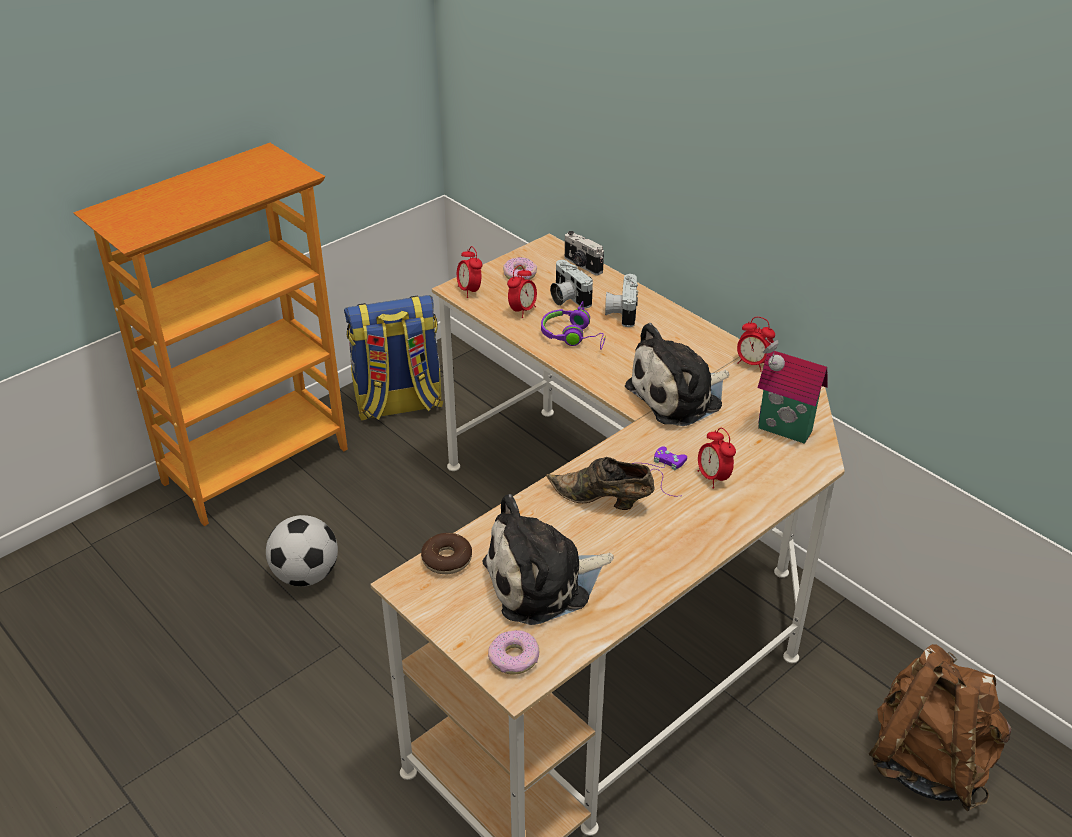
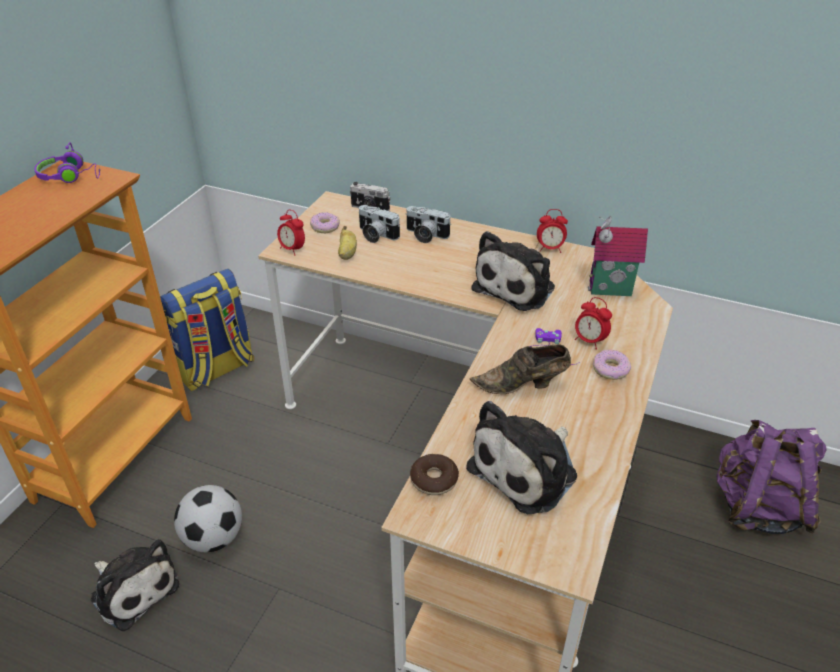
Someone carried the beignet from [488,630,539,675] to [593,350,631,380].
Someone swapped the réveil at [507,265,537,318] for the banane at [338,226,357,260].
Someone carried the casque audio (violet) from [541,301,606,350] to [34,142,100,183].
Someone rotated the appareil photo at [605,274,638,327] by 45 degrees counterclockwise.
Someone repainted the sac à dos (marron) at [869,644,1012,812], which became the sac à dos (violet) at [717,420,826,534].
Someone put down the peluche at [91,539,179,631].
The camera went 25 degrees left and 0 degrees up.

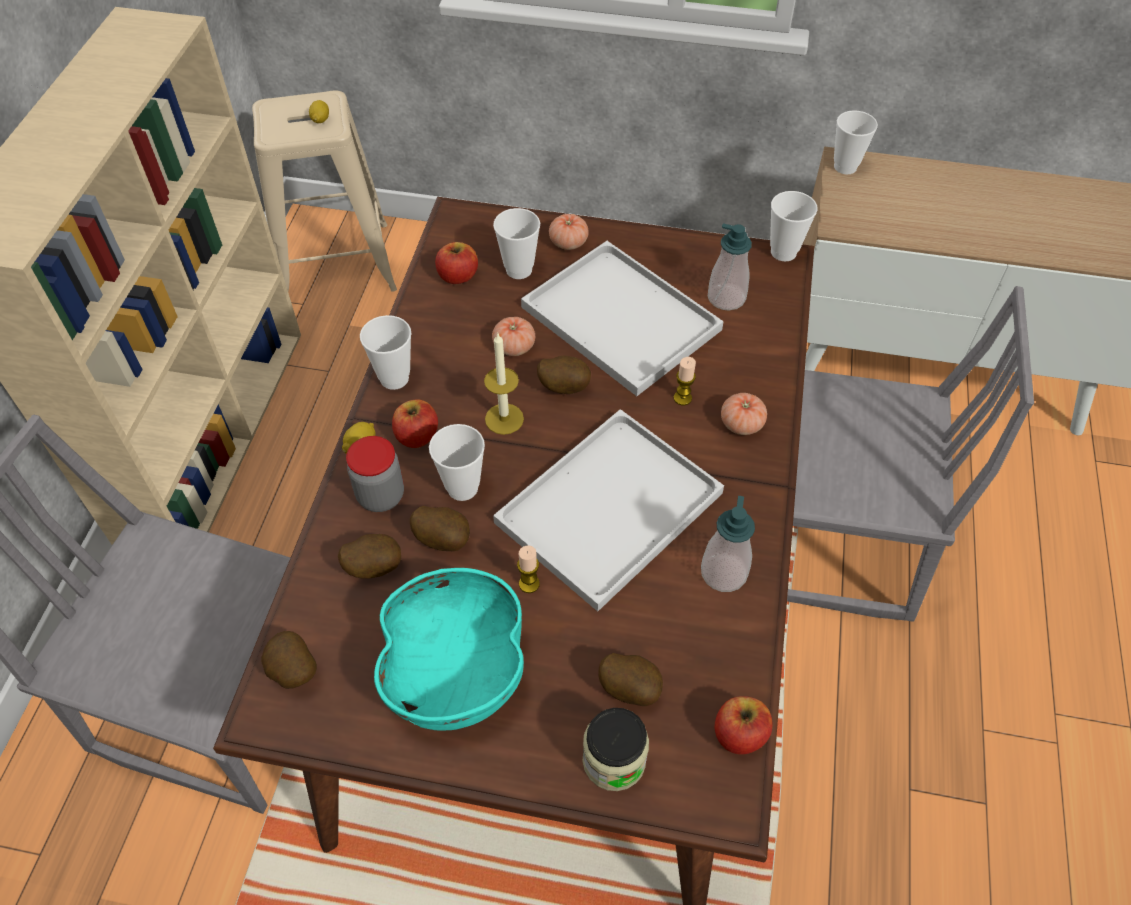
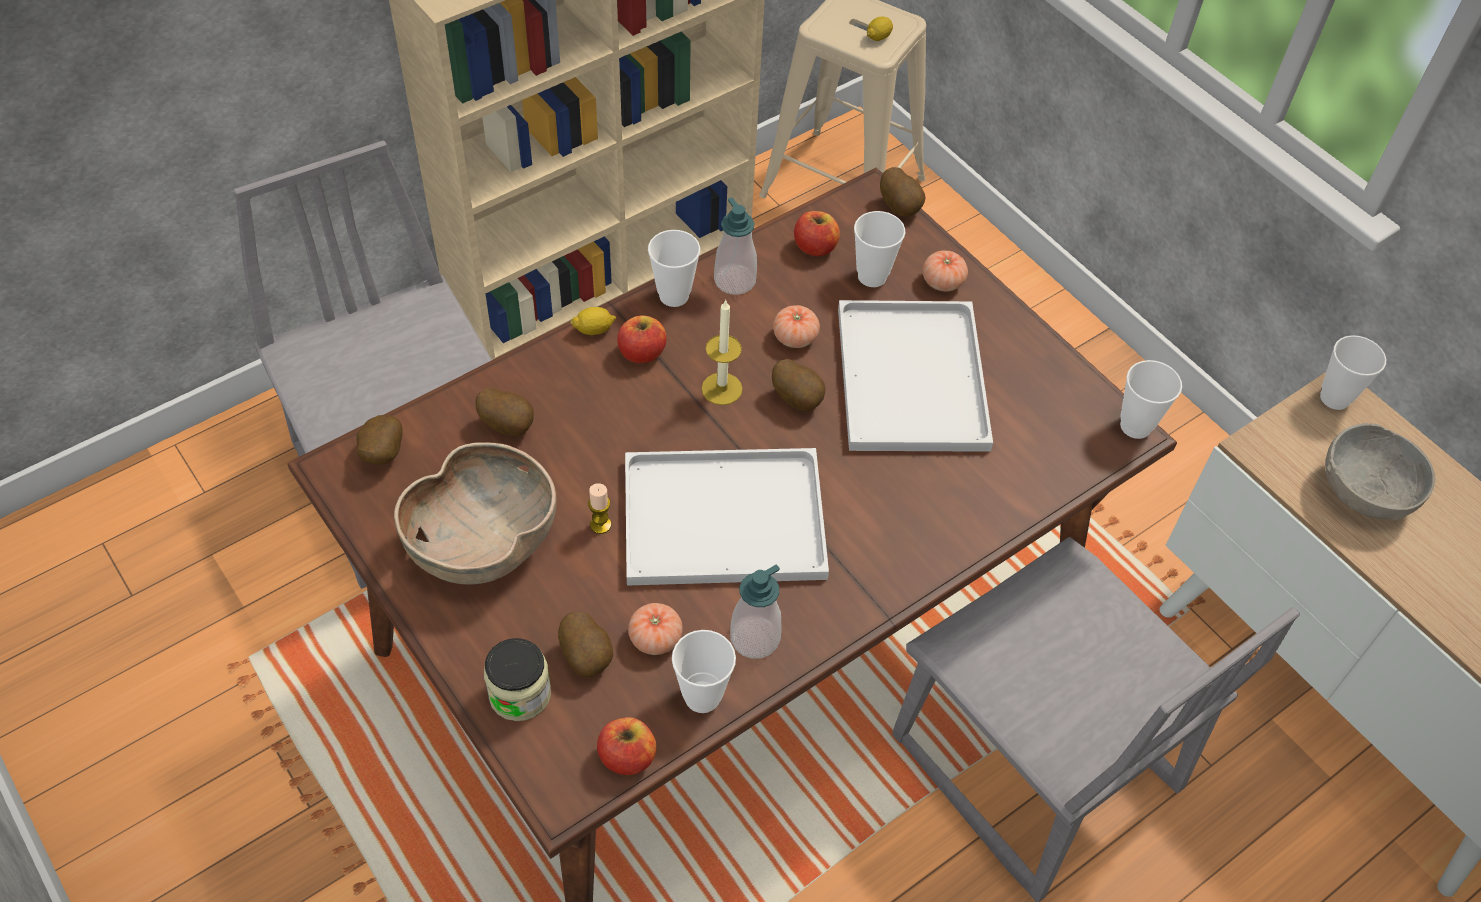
Someone took away the bocal at [346,436,404,512].
Someone repainted the bol (turquoise) at [374,568,524,731], which became the bol (marron) at [394,442,556,585].
Someone carried the pomme de terre from [410,506,470,551] to [880,167,925,217].
Someone carried the tasse from [429,424,485,501] to [672,630,736,713].
Someone took away the bougie at [674,357,696,405].
Someone carried the distributeur de savon from [708,223,752,310] to [714,197,757,295].
Someone carried the tomate from [721,393,767,435] to [628,603,683,655].
Someone put down the bol (gris) at [1325,423,1436,520].
The camera went 40 degrees right and 0 degrees up.

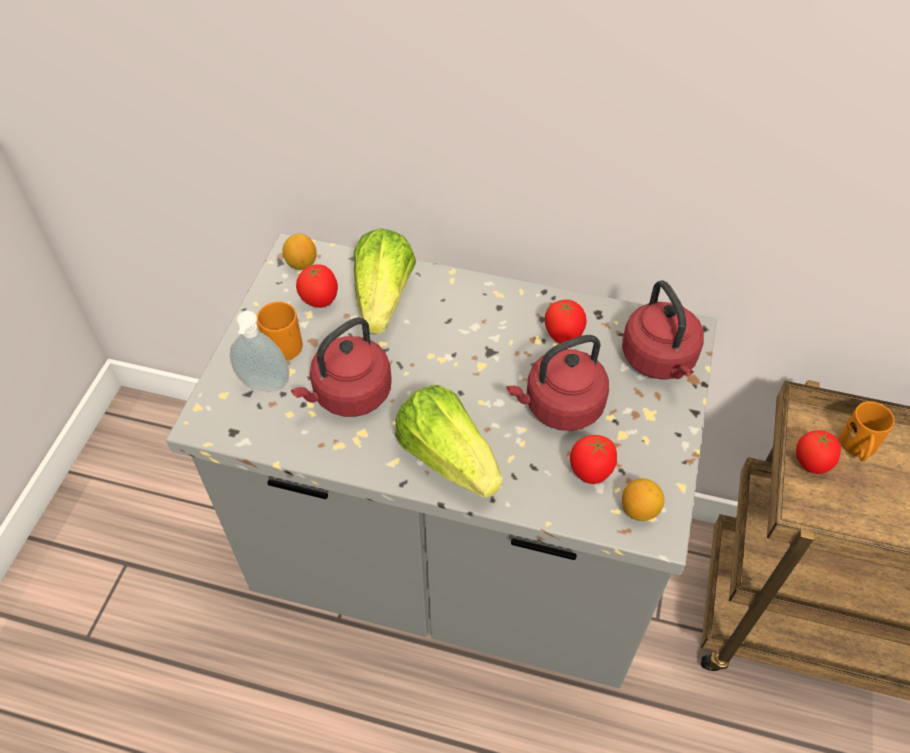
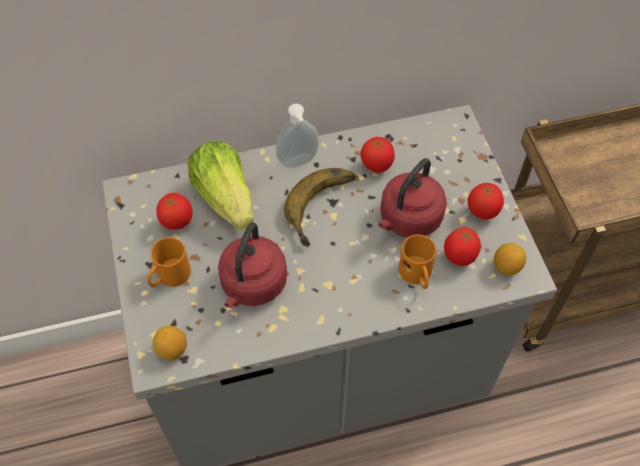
Someone carried the distributeur de savon from [230,311,290,391] to [276,104,319,168].
Someone carried the citron from [282,234,317,270] to [153,326,187,360].
Someone took away the laitue at [395,385,502,498].
Someone took away the bouilloire (rouge) at [622,280,704,380].
Someone carried the tomate from [796,430,841,474] to [468,183,504,220].
Someone carried the mug (orange) from [840,401,895,461] to [399,234,436,289].
Someone put down the banane at [284,168,355,247].
The camera went 30 degrees left and 5 degrees up.

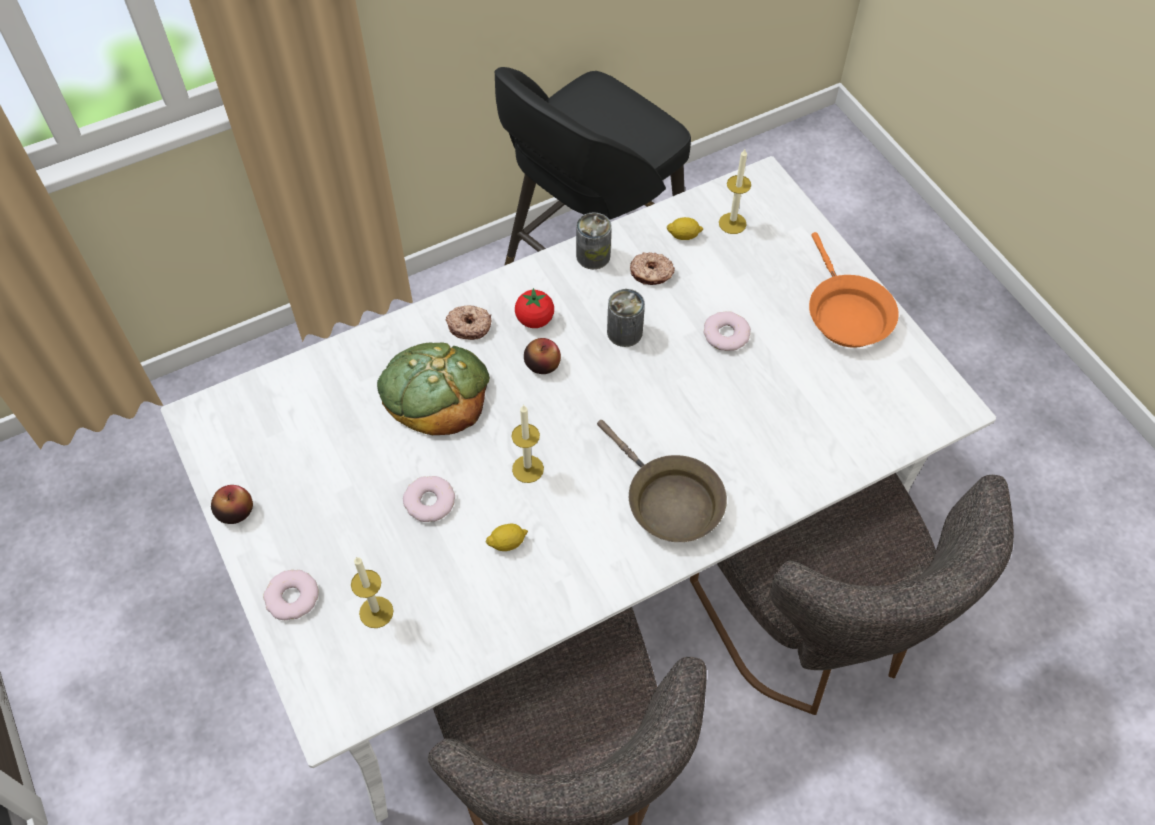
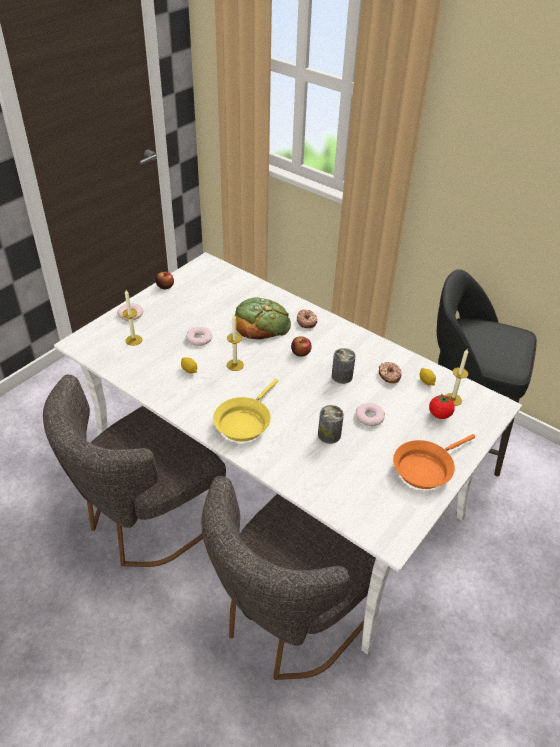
Someone carried the tomate from [515,288,554,328] to [429,393,455,419].
Someone carried the boîte métallique from [576,212,612,269] to [318,405,344,444].
Someone repainted the poêle (marron) at [597,420,727,542], which became the poêle (jaune) at [213,379,278,442].
The camera went 65 degrees right and 15 degrees down.

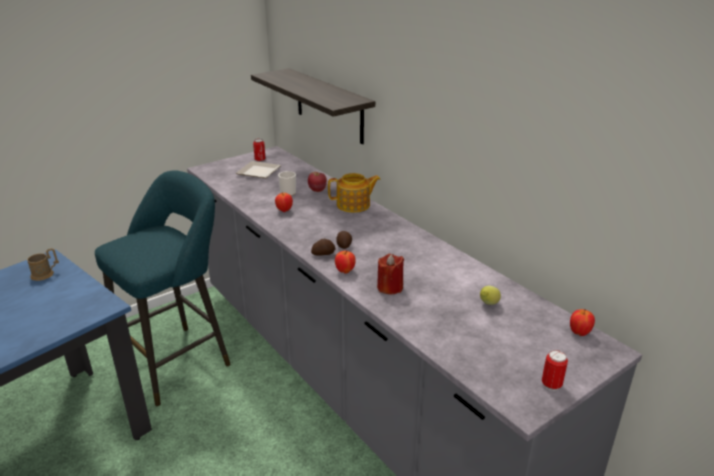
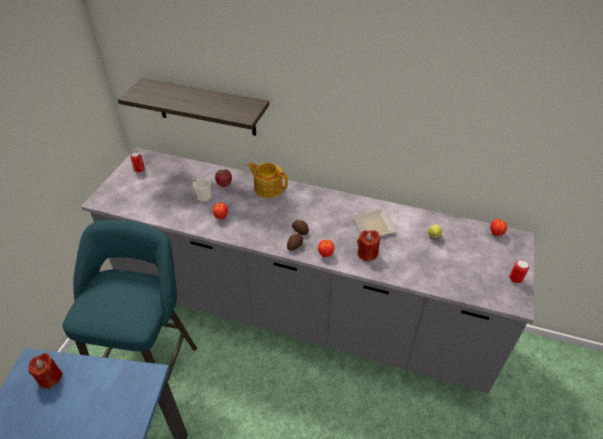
Someone swapped the mug (marron) at [27,248,59,281] for the bougie (rouge) at [28,353,63,389].
Someone carried the assiette from [236,161,281,178] to [352,209,397,236].
Someone rotated the théière at [328,173,381,213] by 105 degrees counterclockwise.
The camera went 35 degrees left and 15 degrees up.

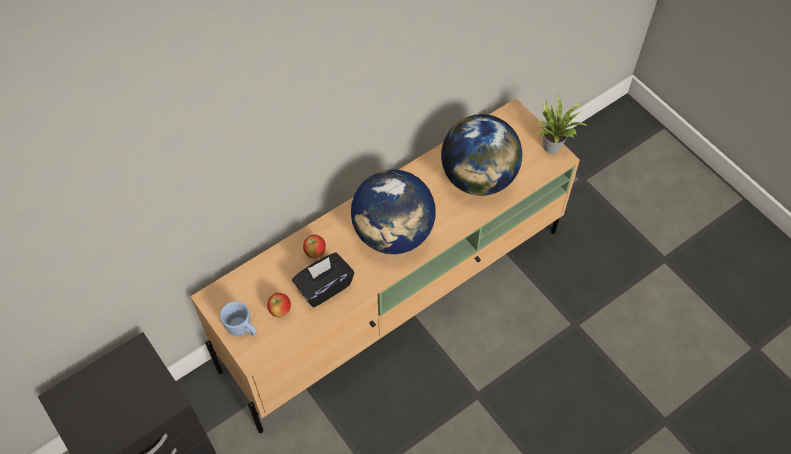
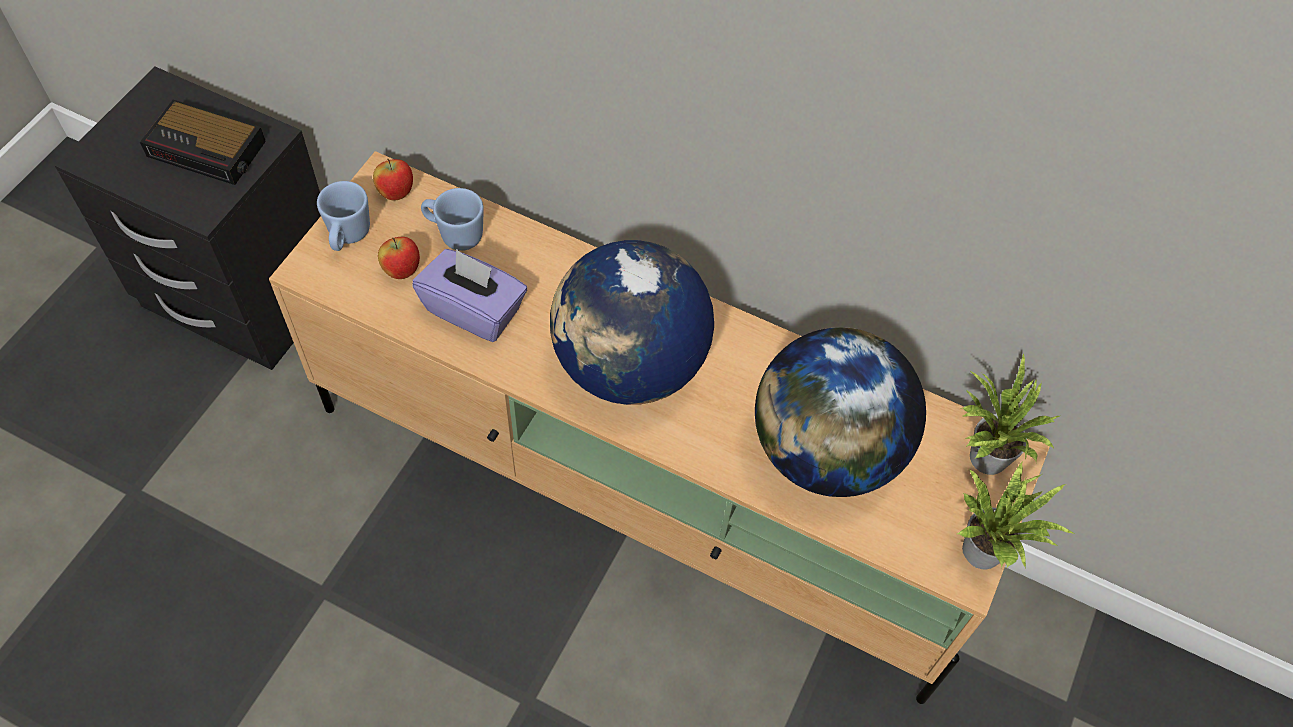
Someone repainted the boîte à mouchoirs (noir) at [292,253,354,307], which became the boîte à mouchoirs (violet) at [412,249,527,342].
Someone carried the pomme from [303,234,326,258] to [373,159,413,201].
Someone put down the réveil at [140,100,266,185].
Someone put down the mug (bleu) at [421,188,484,251].
Someone put down the plante en pot at [963,353,1059,475].
The camera went 60 degrees right and 0 degrees up.

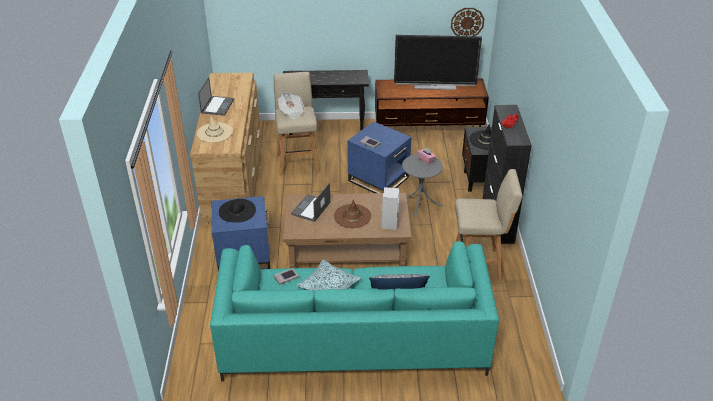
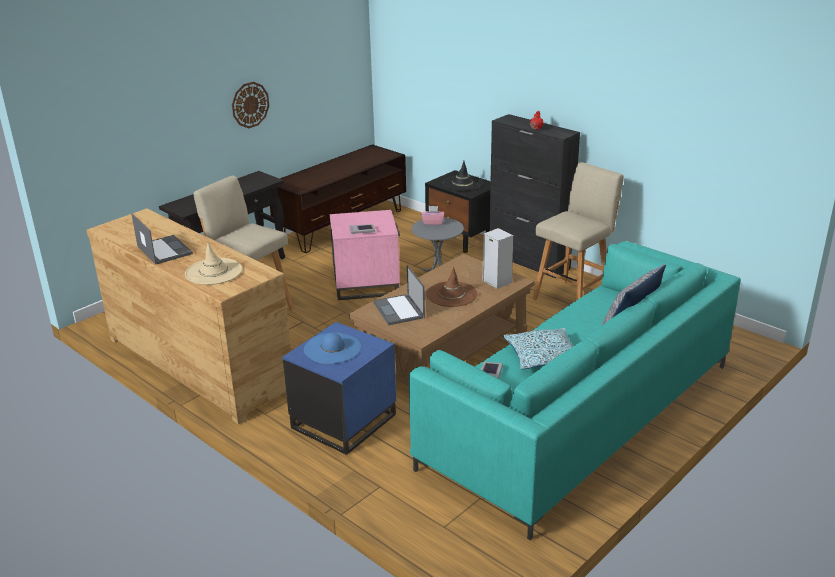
Someone repainted the chapeau (noir) at [219,199,256,223], which became the chapeau (bleu) at [304,332,361,364].
Someone took away the journal at [278,93,305,119].
Someone repainted the table d'appoint (bleu) at [347,122,411,193], which became the table d'appoint (rose) at [330,210,400,300].
Someone took away the téléviseur at [394,35,482,90].
Someone carried the horloge murale from [451,8,484,36] to [232,82,269,128].
The camera went 45 degrees left and 10 degrees down.

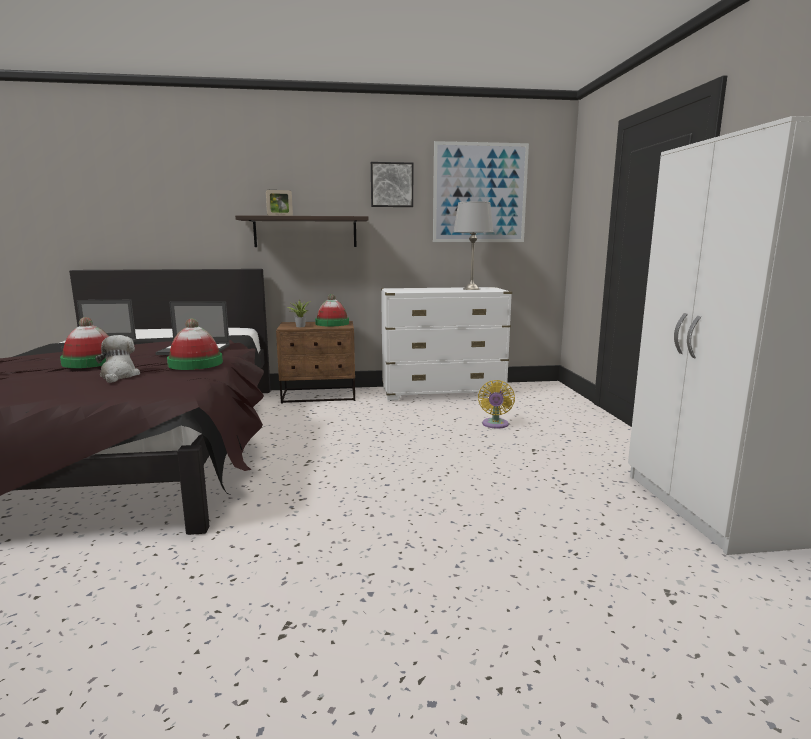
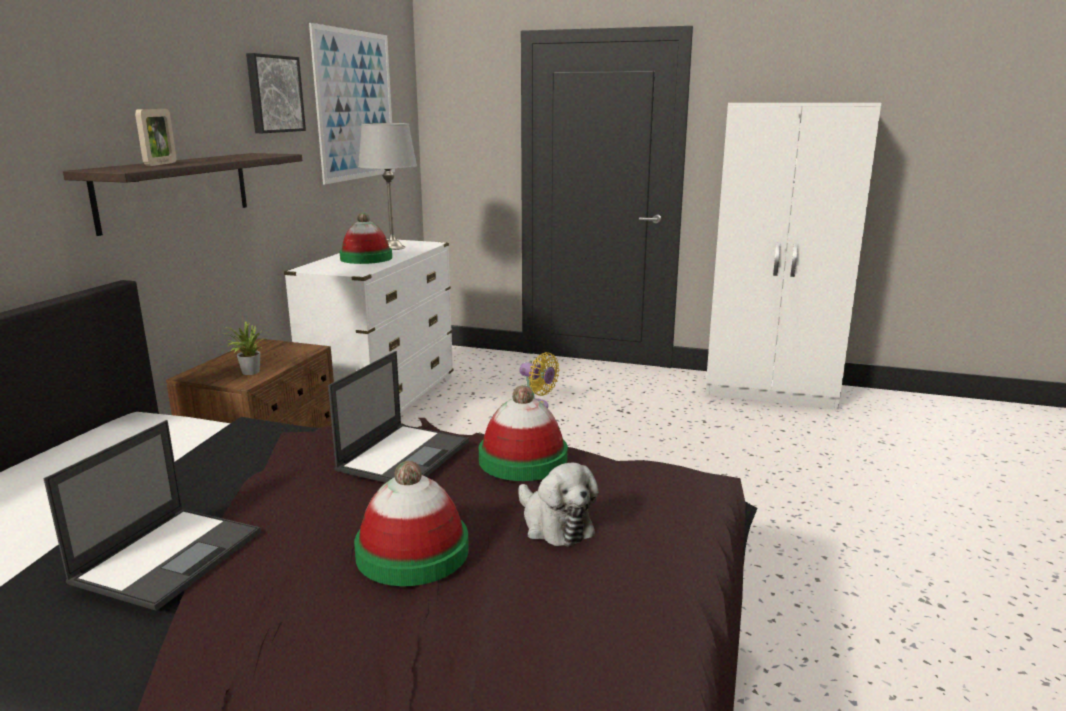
Someone rotated the peluche at [95,335,140,383] by 135 degrees counterclockwise.
Someone carried the chapeau from [315,294,349,326] to [339,213,392,264].
The camera went 65 degrees left and 5 degrees up.

